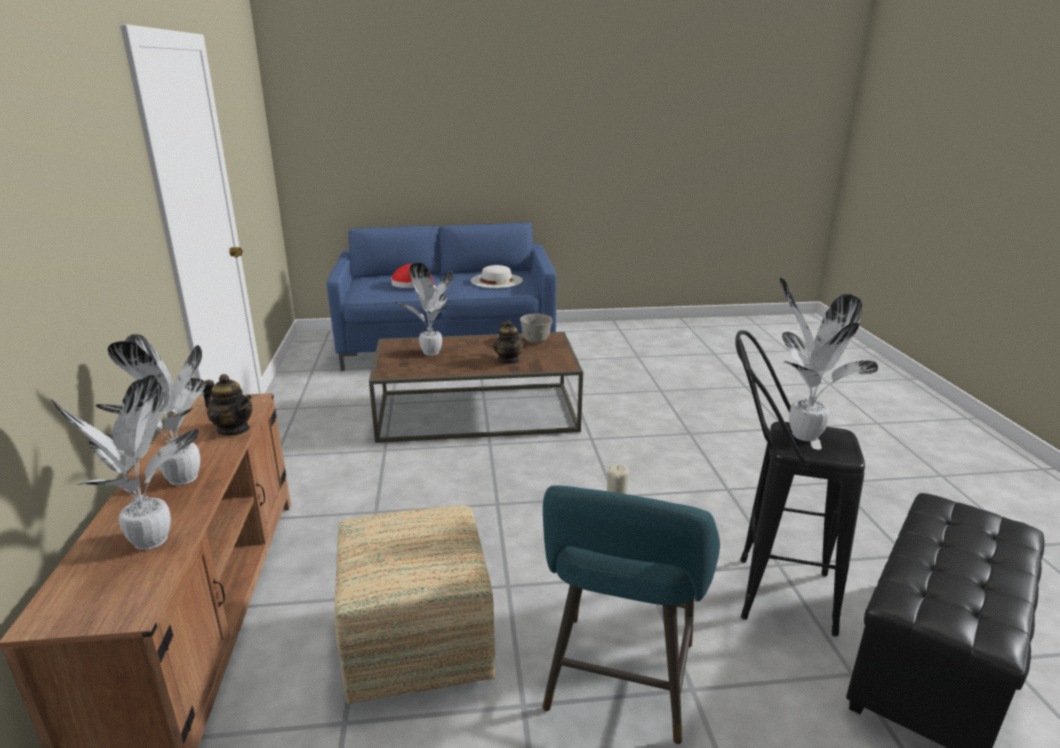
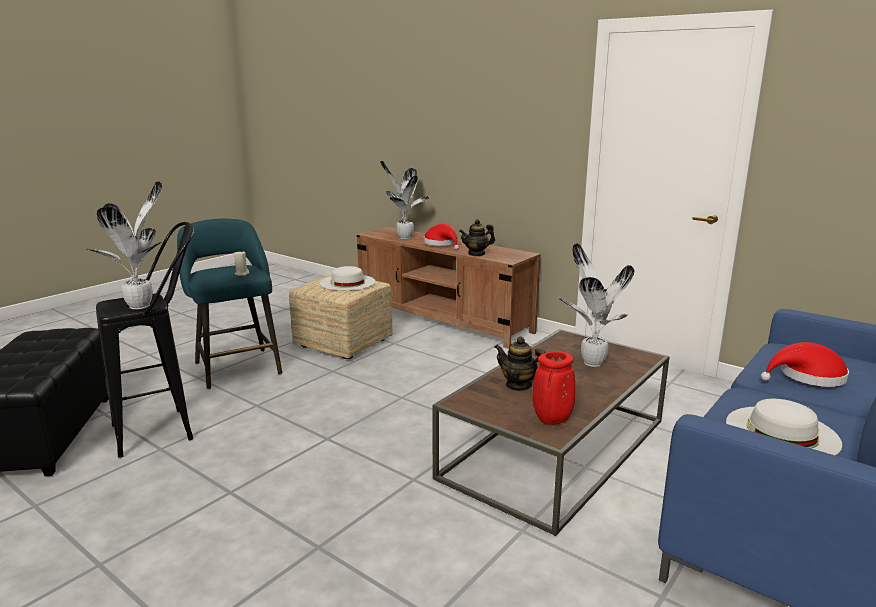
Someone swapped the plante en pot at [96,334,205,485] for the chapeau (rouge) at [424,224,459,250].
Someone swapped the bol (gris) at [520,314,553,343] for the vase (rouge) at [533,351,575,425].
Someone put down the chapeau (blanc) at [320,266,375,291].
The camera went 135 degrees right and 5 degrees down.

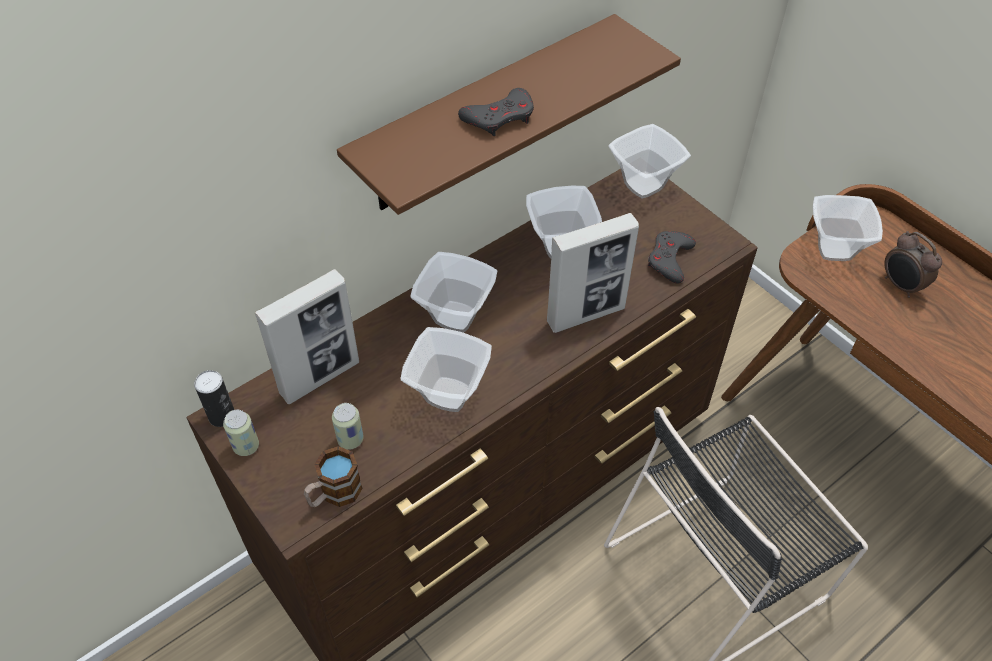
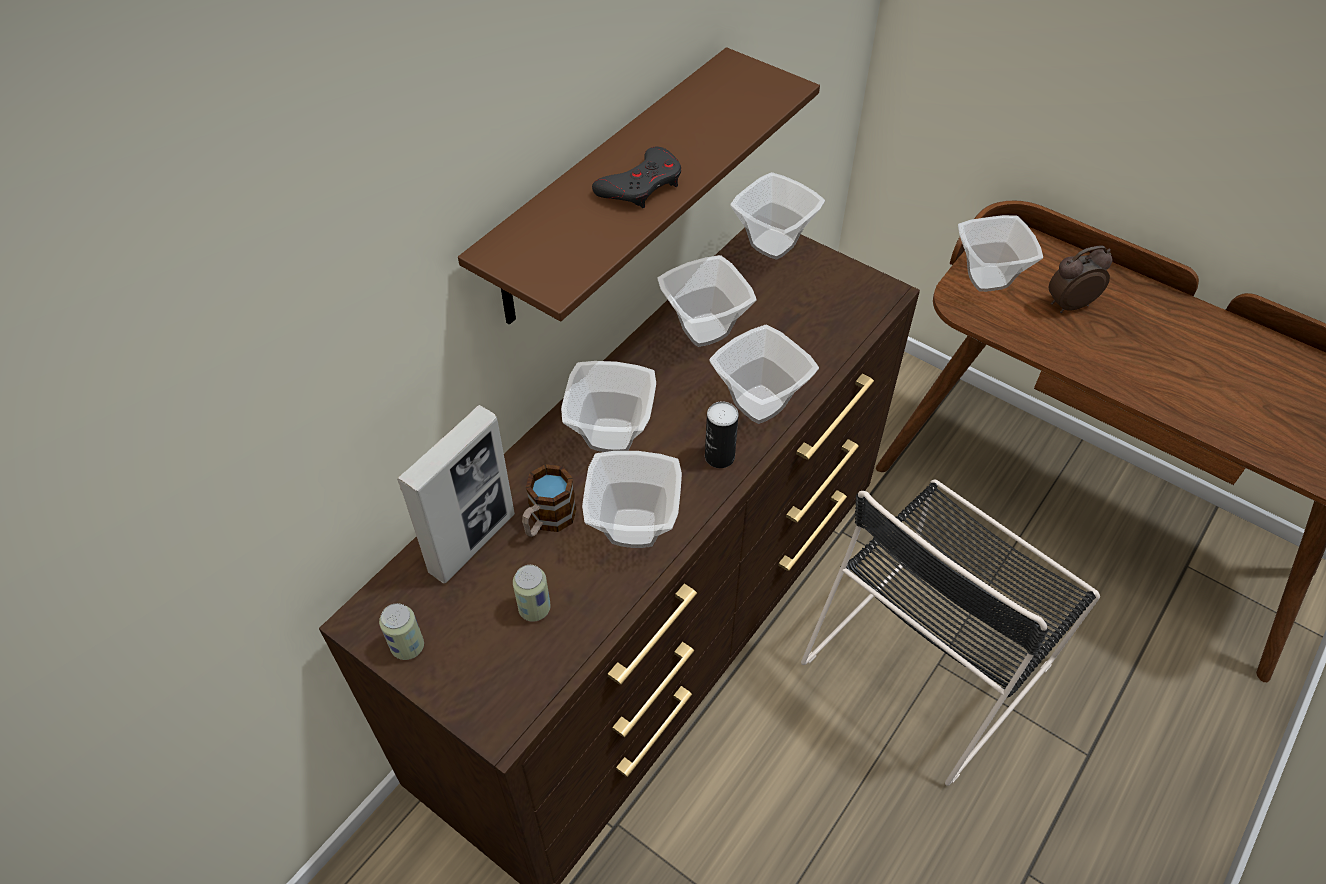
Someone carried the boîte métallique from [194,370,234,427] to [705,401,739,468].
Someone carried the mug from [304,446,363,507] to [522,464,576,537].
Someone swapped the cadre photo at [547,213,639,333] for the bol at [709,325,819,424].
Someone took away the manette (gris) at [648,231,696,283].
Someone rotated the réveil at [884,231,942,298] by 120 degrees clockwise.
The camera went 15 degrees left and 0 degrees up.

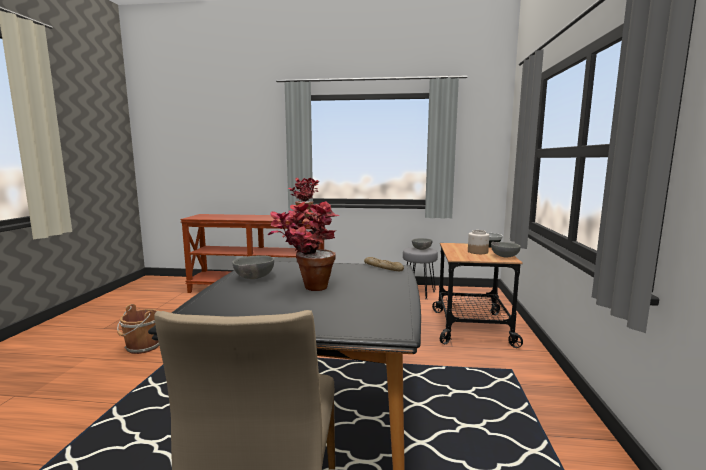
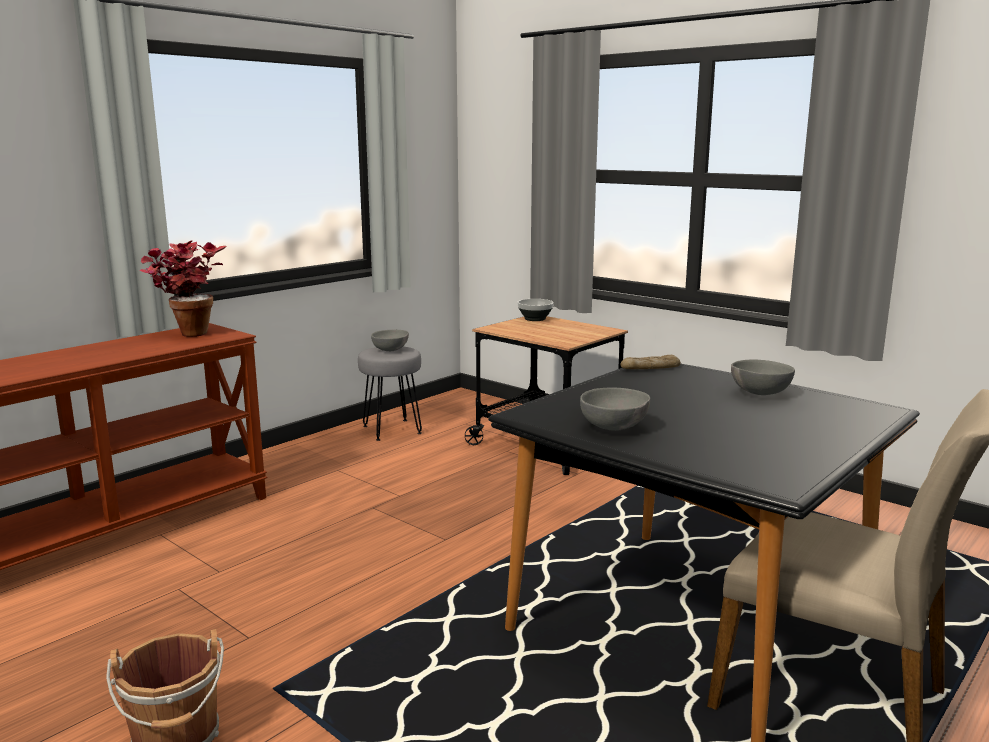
Someone took away the plante en pot at [268,201,339,291].
Someone took away the bocal at [468,230,489,254].
Someone carried the bol (gris) from [491,242,521,257] to [731,360,795,395].
The camera went 55 degrees left and 5 degrees up.

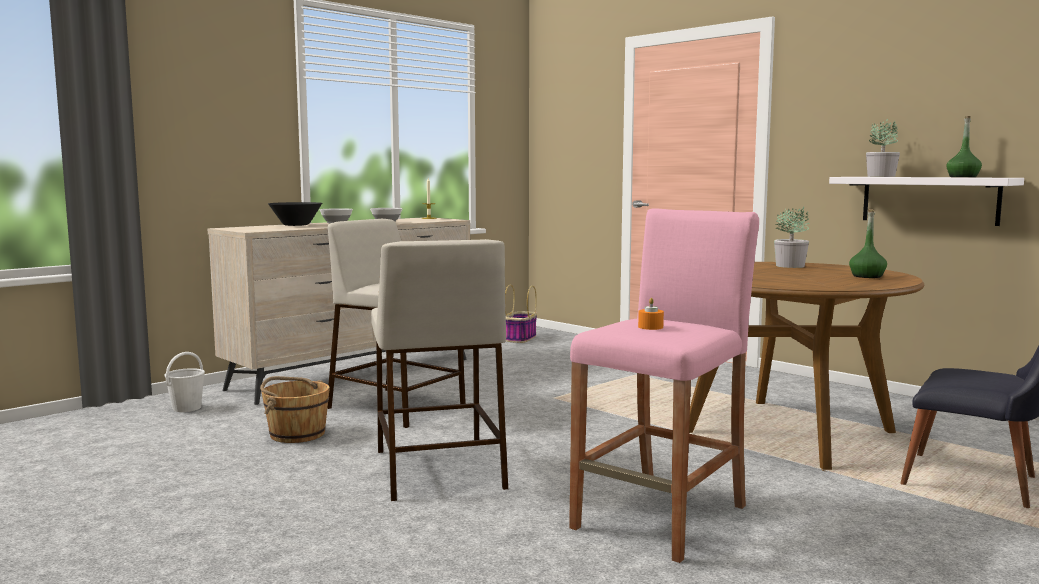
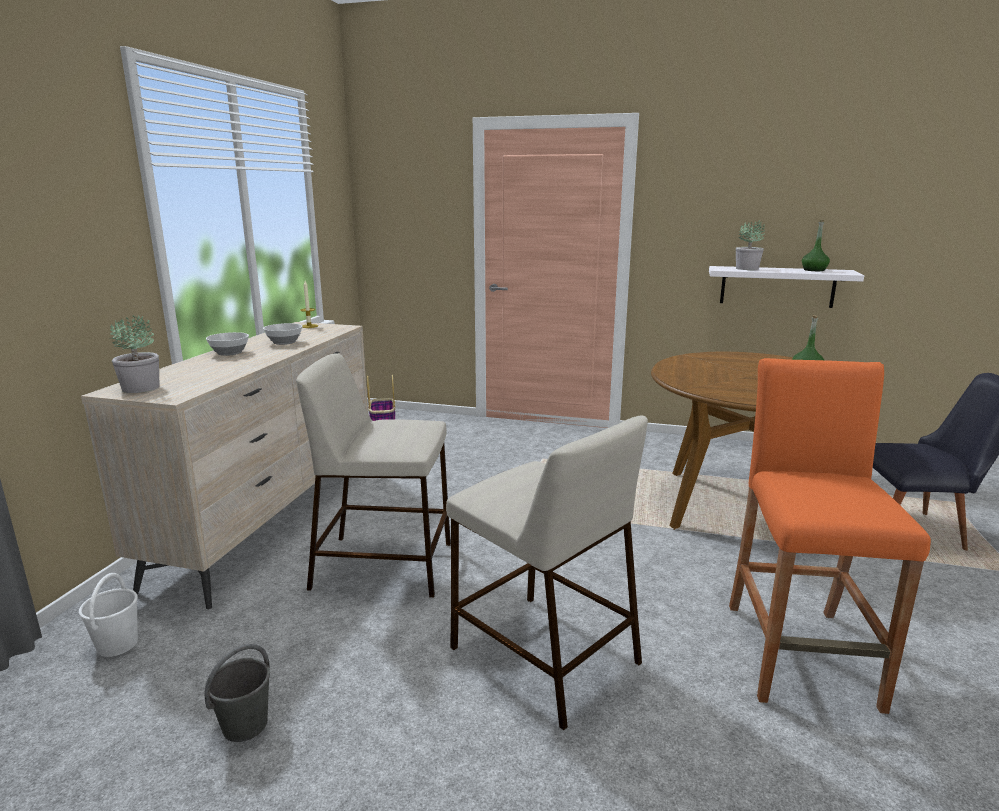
Someone took away the seau (marron) at [260,376,330,443].
Someone took away the bol (noir) at [268,202,322,226].
Someone repainted the tabouret (rose) at [569,208,759,563], which became the tabouret (orange) at [729,358,931,714].
Someone took away the bougie (orange) at [638,298,664,330].
Someone carried the plante en pot from [774,206,809,268] to [110,316,160,393].
Someone put down the seau (gris) at [204,644,270,742].
The camera went 30 degrees left and 10 degrees up.

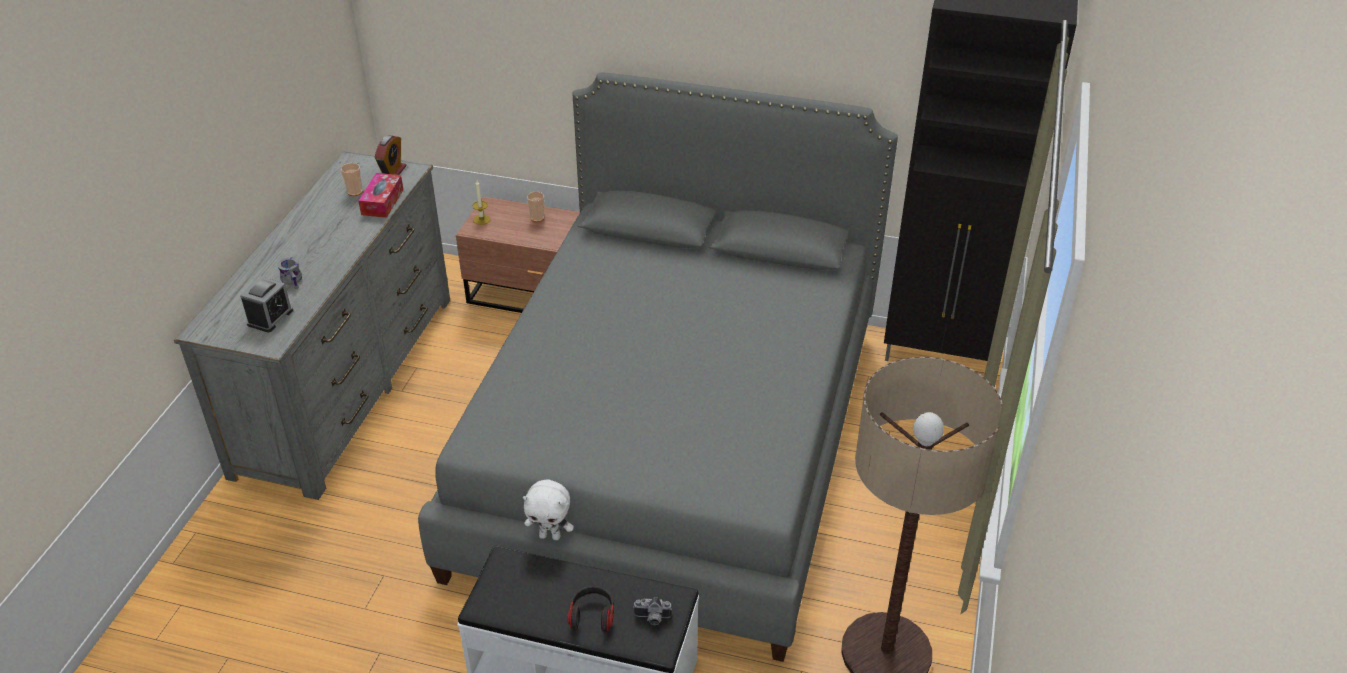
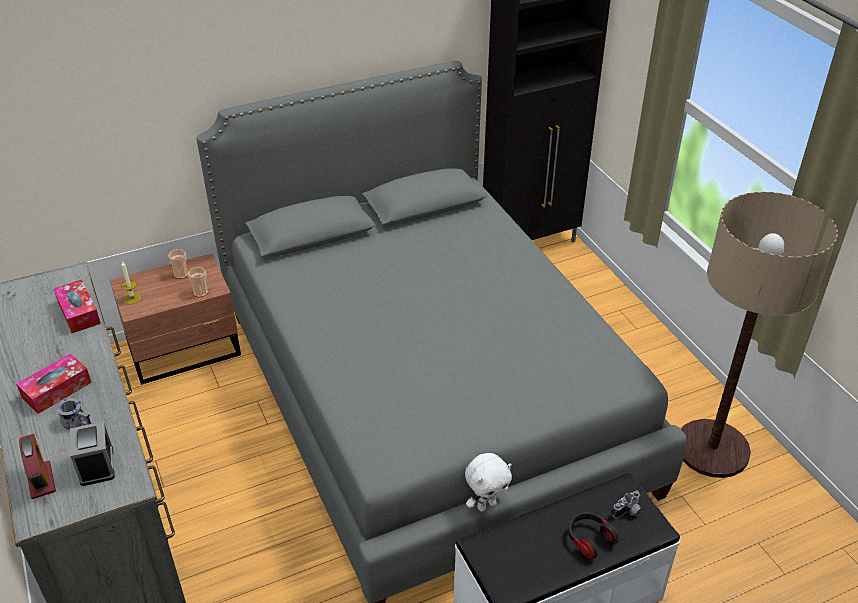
Someone carried the tasse from [341,163,363,196] to [188,267,208,297].
Someone carried the réveil from [375,135,406,175] to [19,434,56,499].
Someone put down the boîte à mouchoirs at [16,353,92,414].
The camera went 40 degrees left and 0 degrees up.

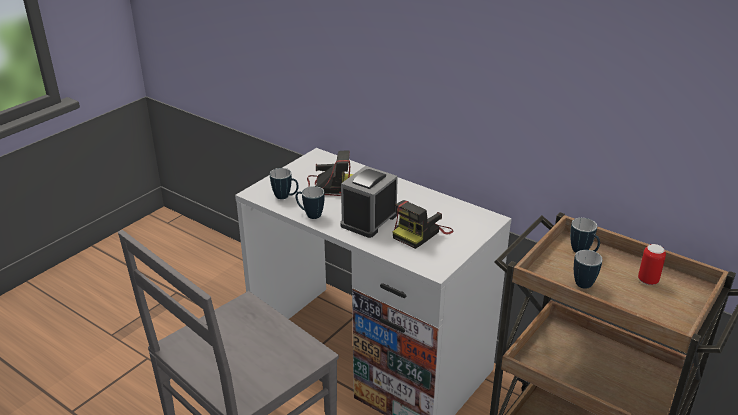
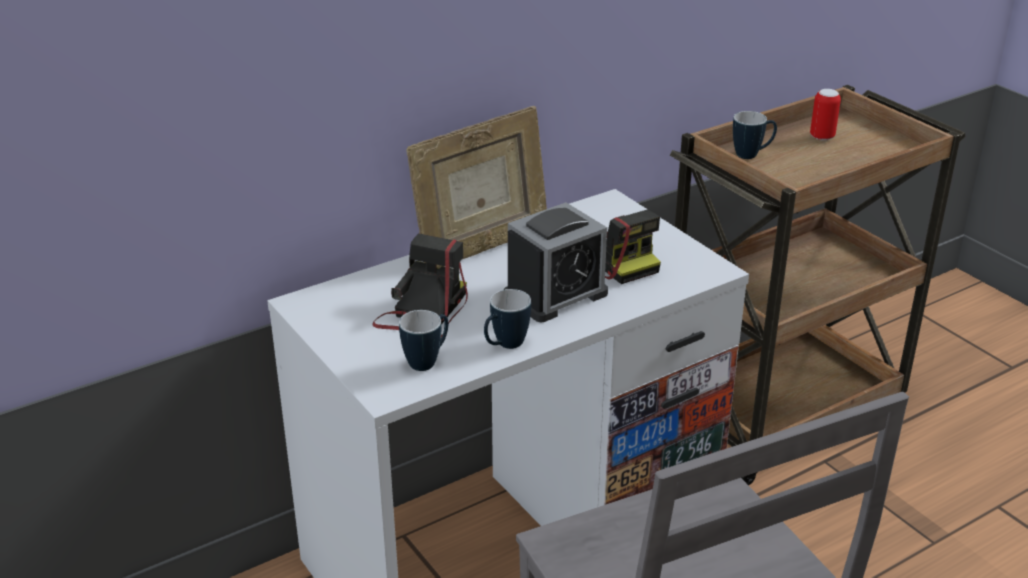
Someone rotated the réveil at [340,166,398,238] by 90 degrees counterclockwise.
Someone took away the mug at [574,250,602,289].
Someone put down the cadre photo at [406,106,547,268].
The camera went 70 degrees left and 0 degrees up.

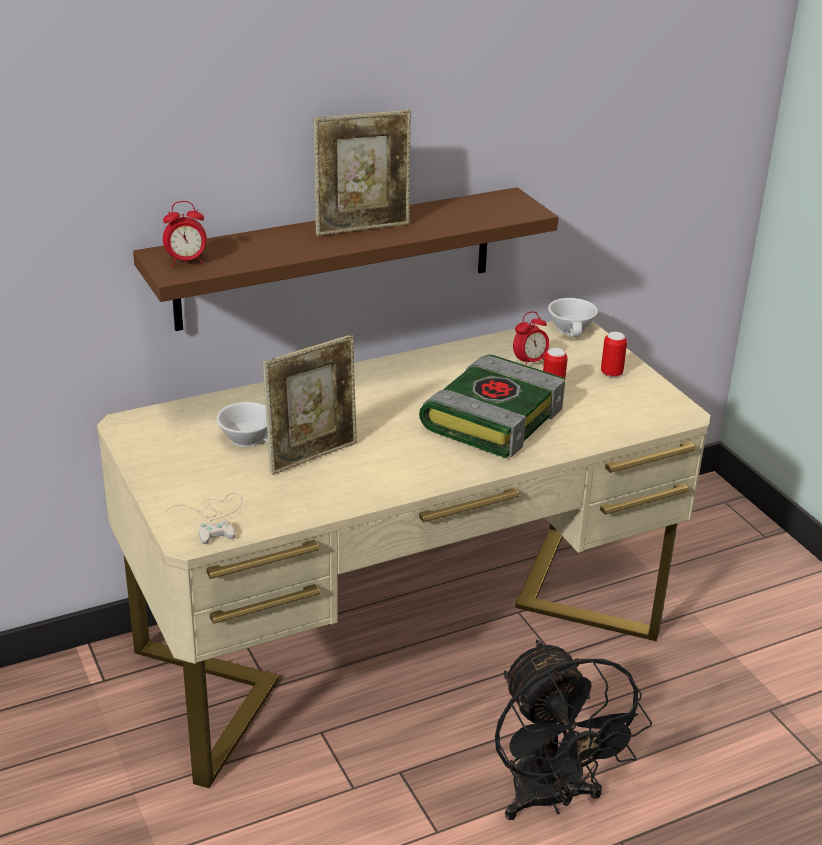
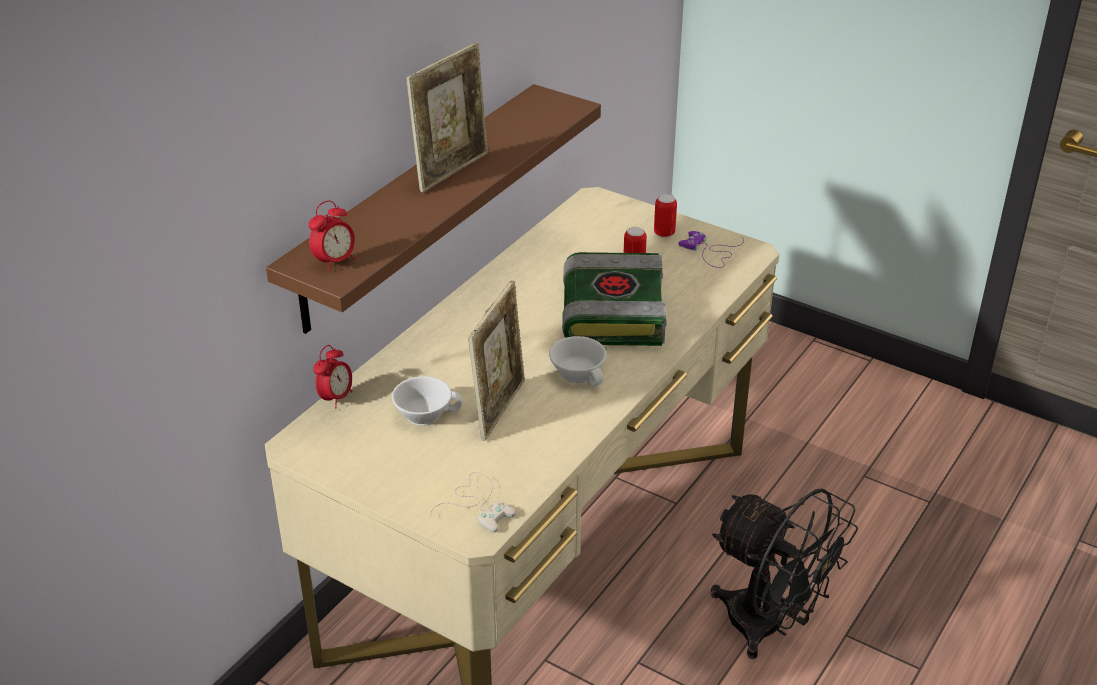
Someone carried the réveil from [513,311,549,365] to [313,345,353,408].
Someone carried the tasse (blanc) from [548,298,598,337] to [549,336,607,387].
Someone put down the manette (violet) at [679,231,744,268].
The camera went 30 degrees left and 5 degrees up.

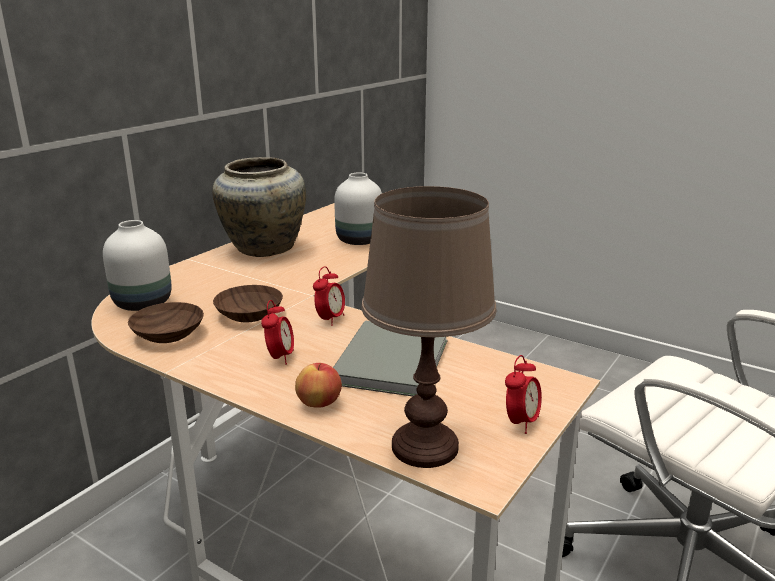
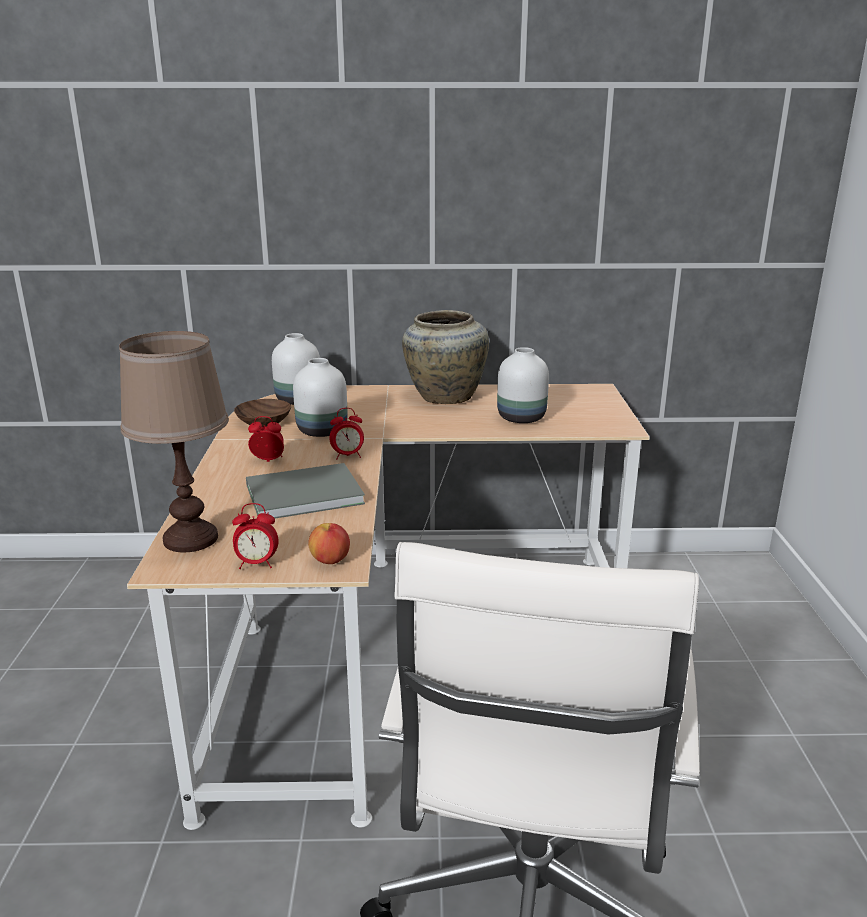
Someone swapped the bol (marron) at [213,285,283,322] for the vase (blanc) at [293,358,348,437].
Someone rotated the réveil at [261,300,294,365] by 150 degrees counterclockwise.
Someone carried the pomme from [295,363,342,408] to [308,523,350,564].
The camera went 55 degrees right and 0 degrees up.

